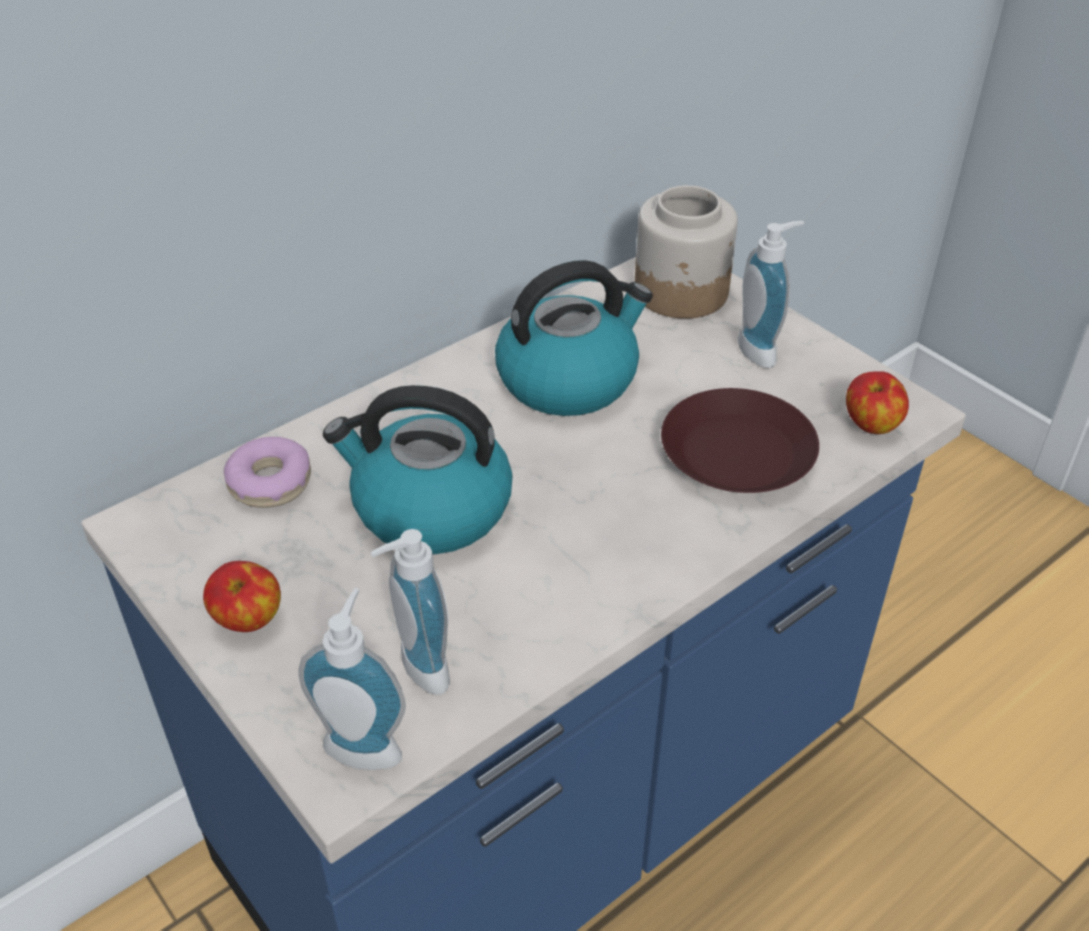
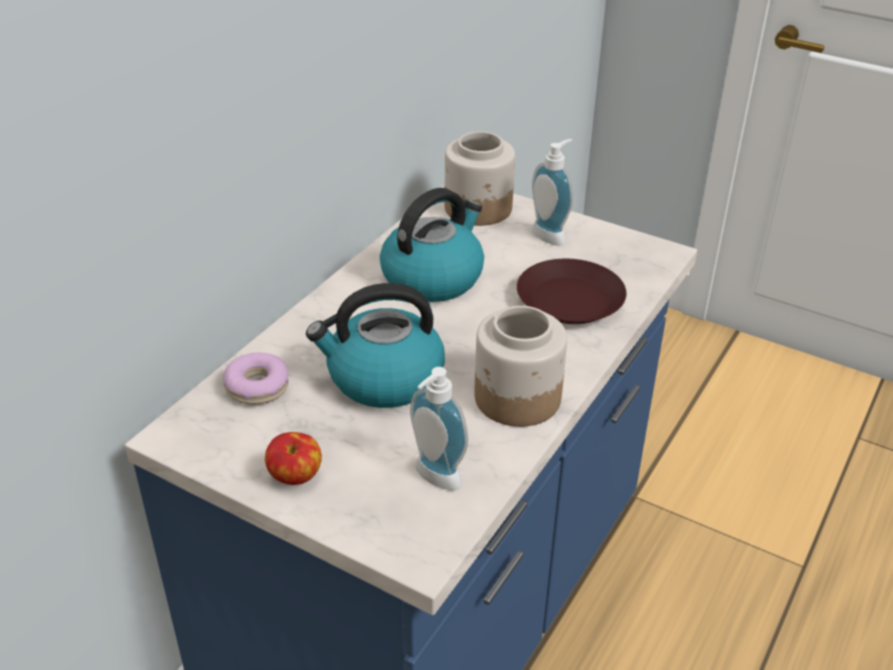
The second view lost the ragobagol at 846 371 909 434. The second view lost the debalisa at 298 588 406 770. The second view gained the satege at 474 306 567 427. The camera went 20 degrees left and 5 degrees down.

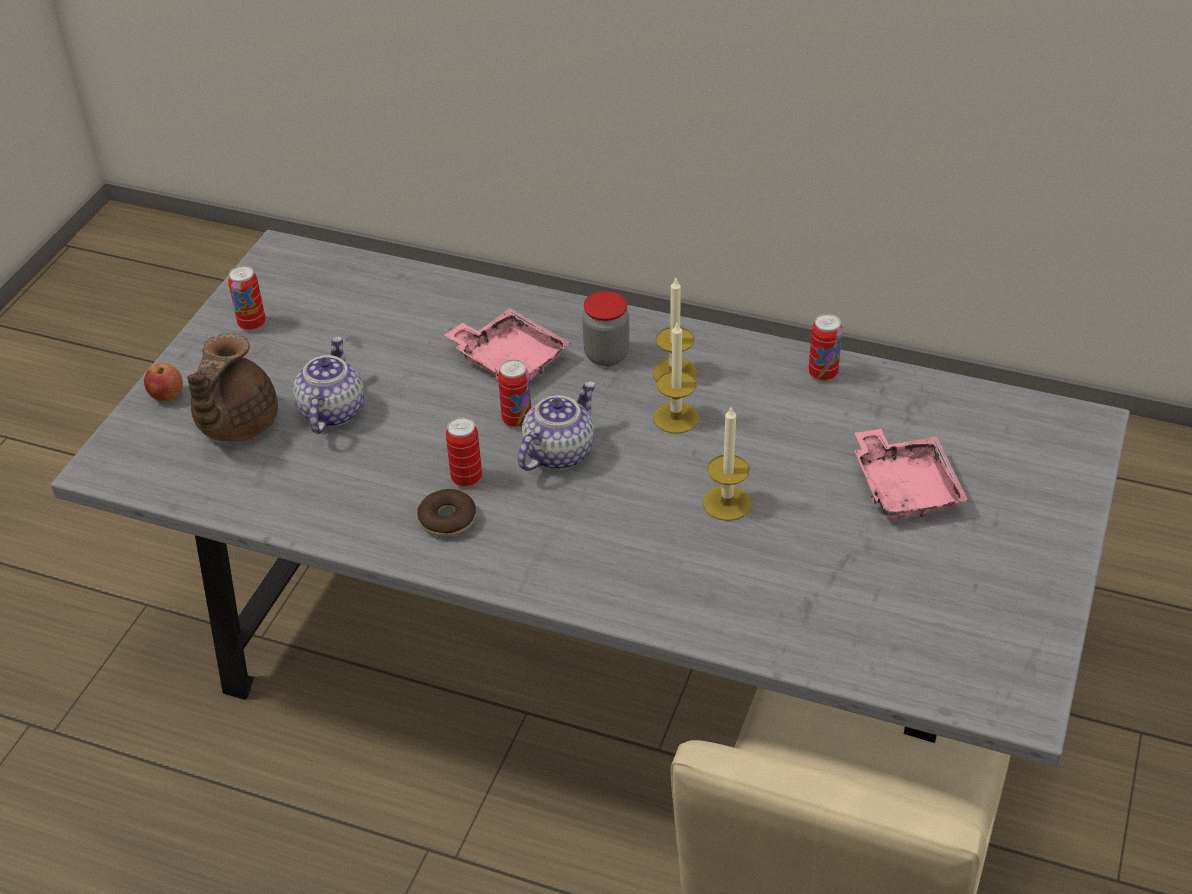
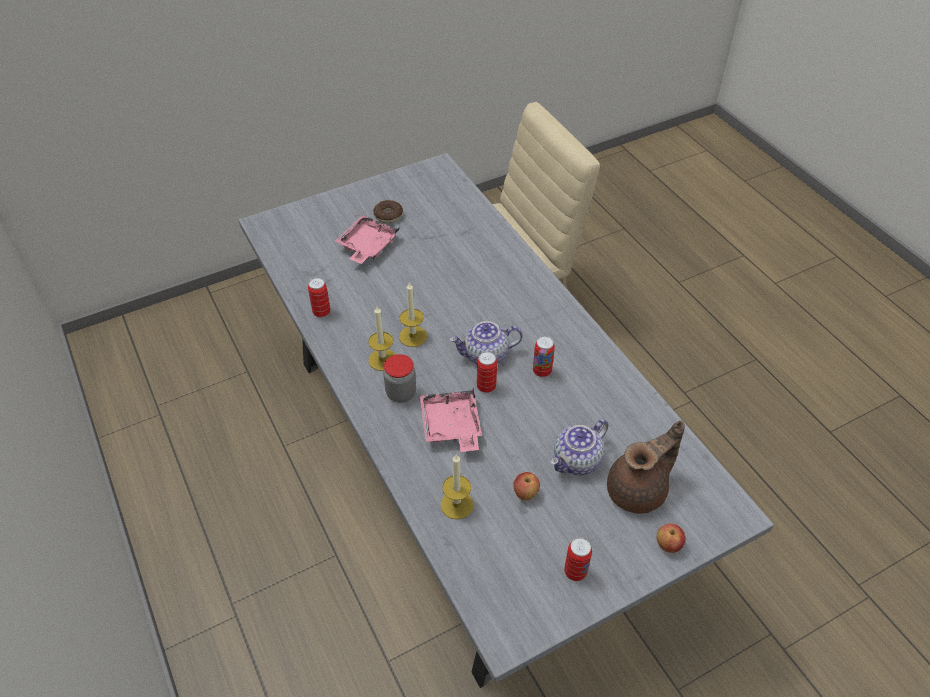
The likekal ended up elsewhere, having gone from 703 407 752 521 to 440 454 474 520. The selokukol ended up elsewhere, having gone from 417 489 476 537 to 373 200 403 223. The second view gained the ragobagol at 513 472 540 501. The camera went 140 degrees left and 5 degrees up.

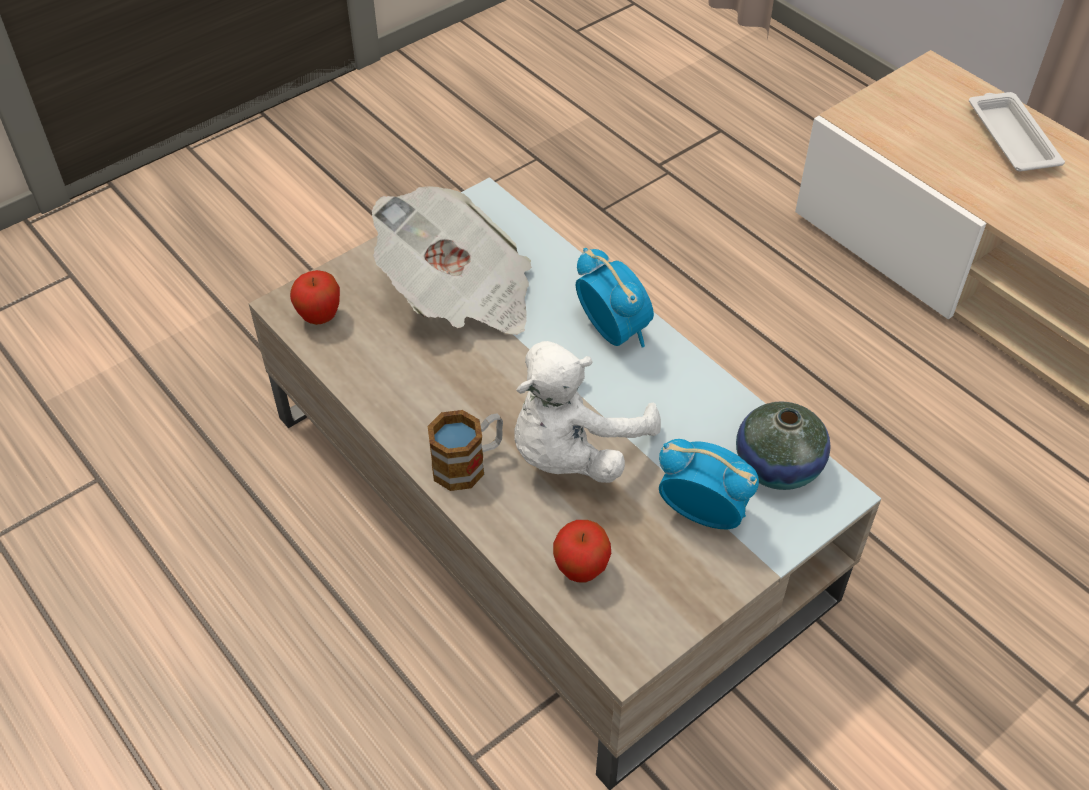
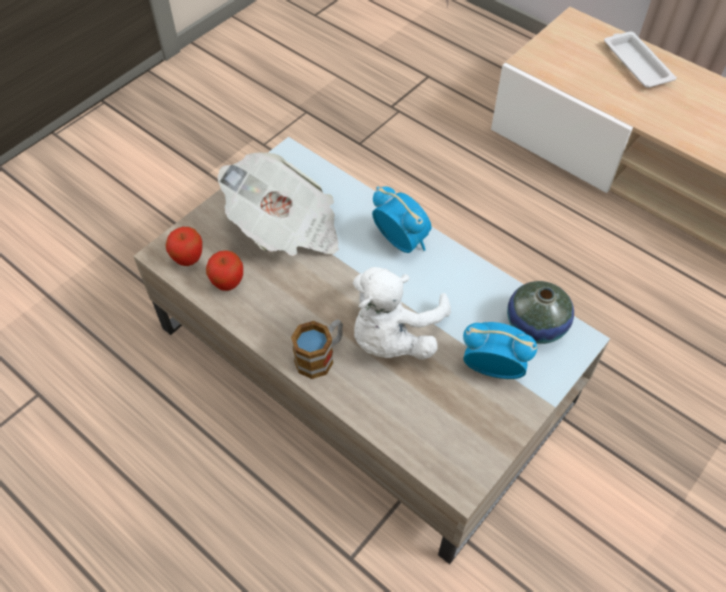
The ragobagol ended up elsewhere, having gone from 553 520 611 583 to 206 250 243 291. The camera went 10 degrees left and 5 degrees up.

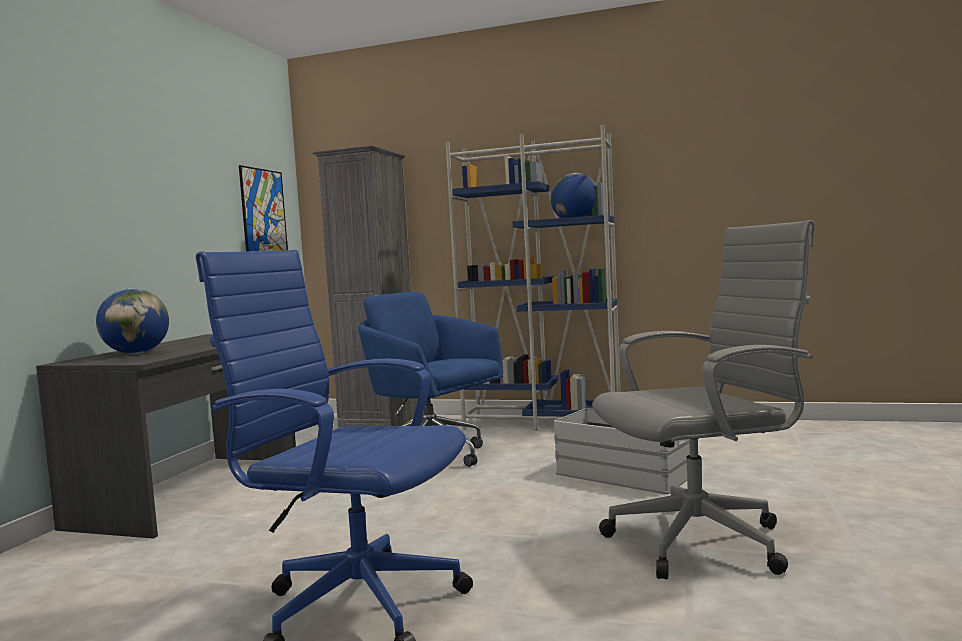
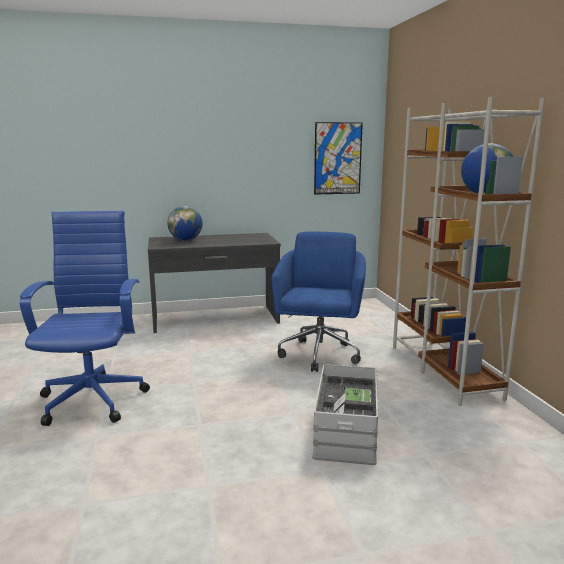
What was the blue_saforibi at 446 125 621 431 turned into the brown_saforibi at 393 96 545 406. The second view lost the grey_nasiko at 313 146 418 428. The second view lost the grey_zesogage at 592 220 815 580. The camera went 60 degrees right and 10 degrees up.

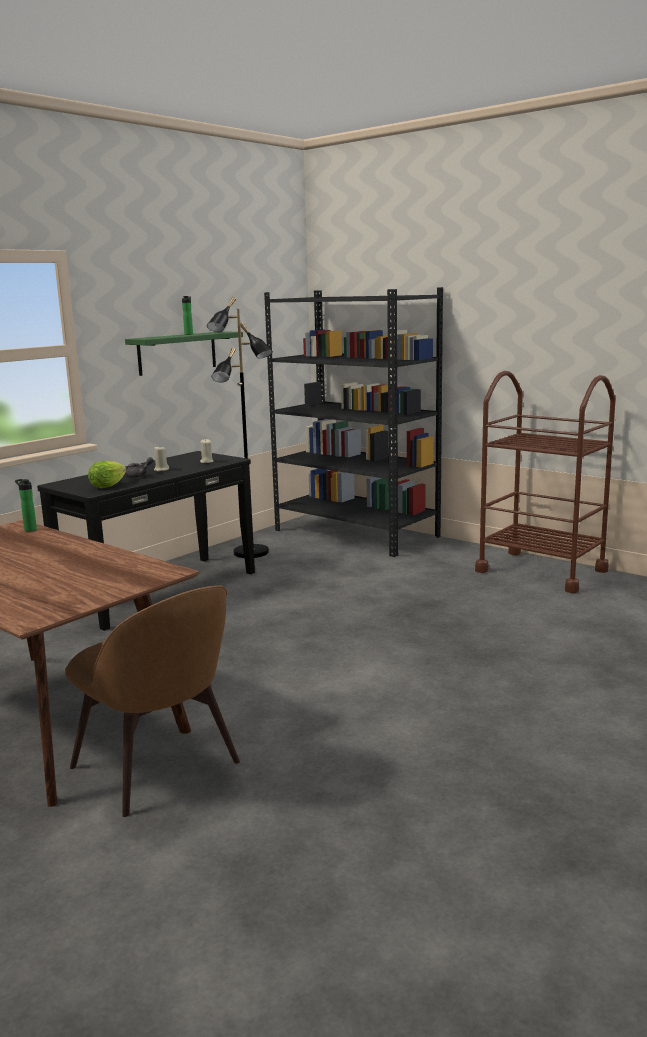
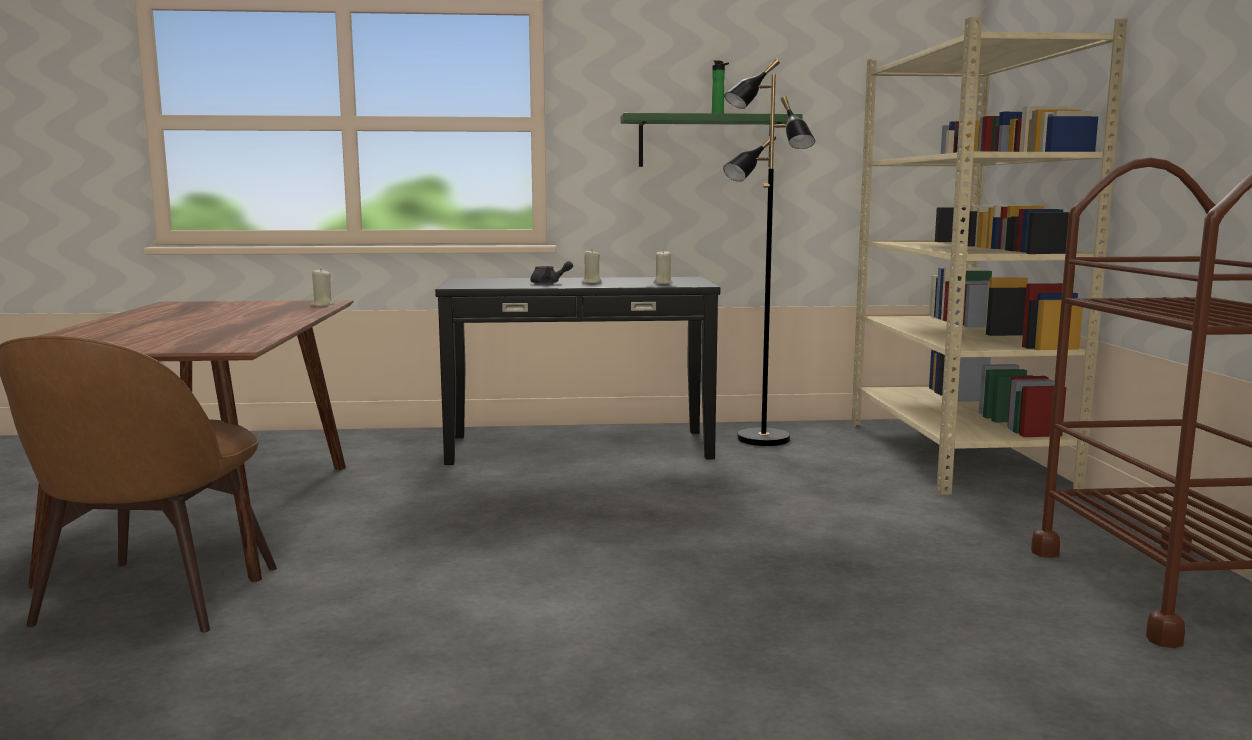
What was the black_saforibi at 264 287 443 557 turned into the beige_saforibi at 852 17 1128 495. The second view lost the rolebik at 88 461 127 488. Where the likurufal stood at 15 479 37 531, the beige_likekal came to stand at 310 268 335 306. The camera went 45 degrees right and 5 degrees down.

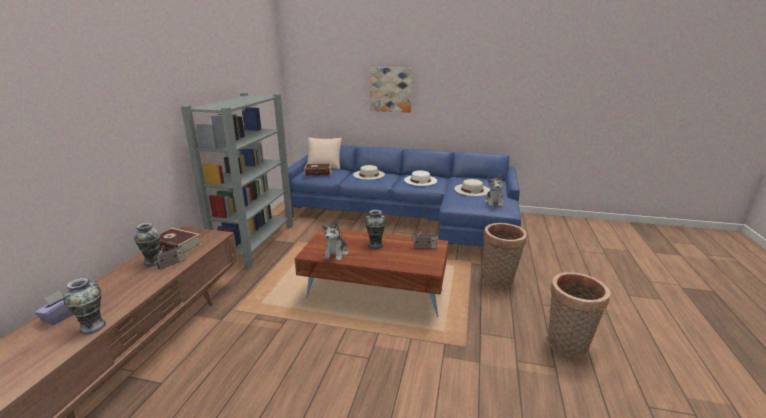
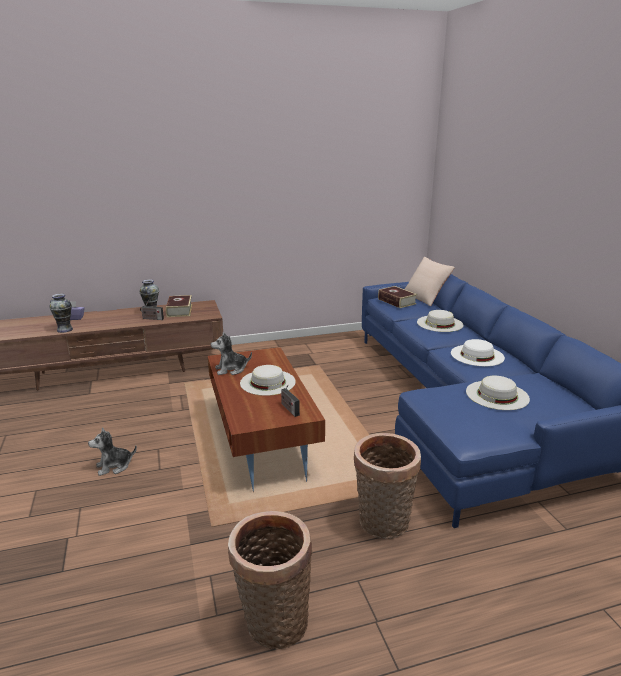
The second view lost the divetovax at 370 67 412 112. The second view lost the grey_saforibi at 181 92 293 268. The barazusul ended up elsewhere, having gone from 484 175 504 207 to 88 427 137 476. Where the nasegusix stood at 365 210 386 249, the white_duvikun came to stand at 240 365 296 396. The camera went 60 degrees right and 0 degrees up.

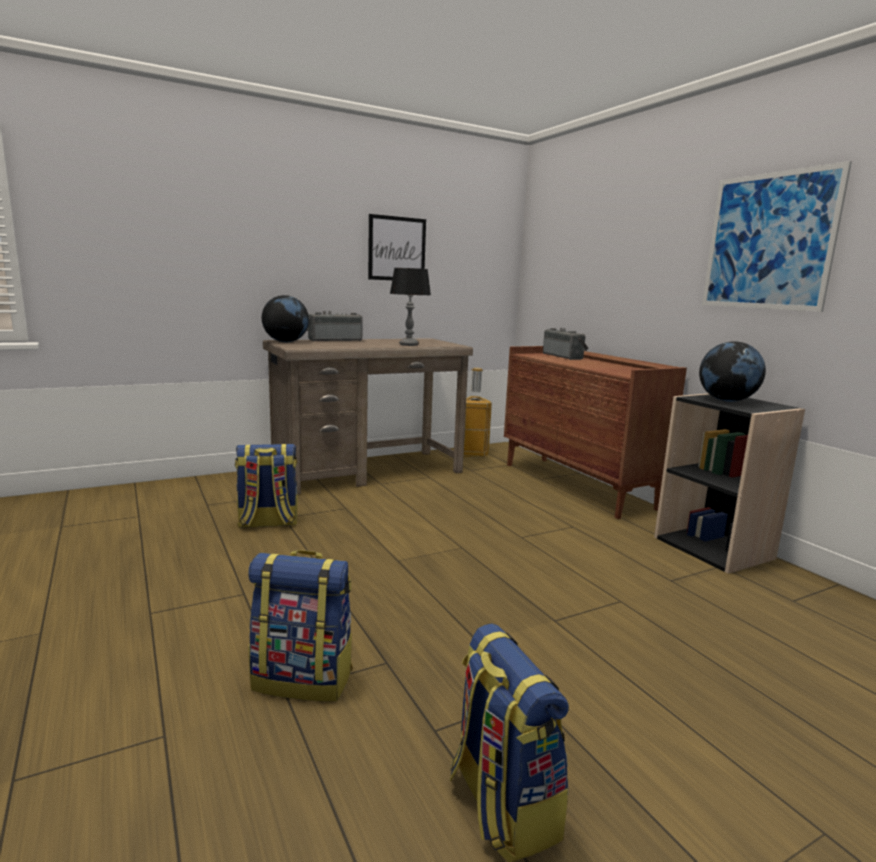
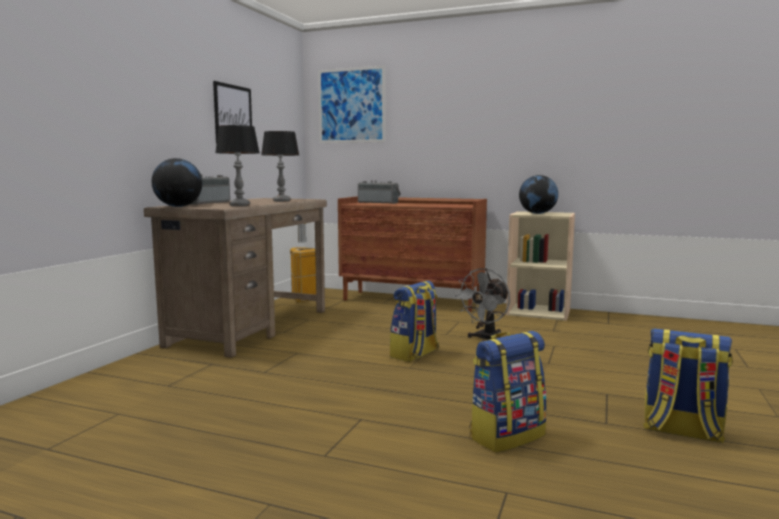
The divetovax ended up elsewhere, having gone from 702 161 852 312 to 318 65 385 143. What was the black_saforibi at 654 393 805 574 turned into the beige_saforibi at 506 211 575 321. The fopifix ended up elsewhere, having gone from 235 444 298 528 to 390 281 439 362. The second view gained the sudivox at 215 125 259 206. The second view gained the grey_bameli at 455 268 510 341. The camera went 40 degrees left and 5 degrees down.

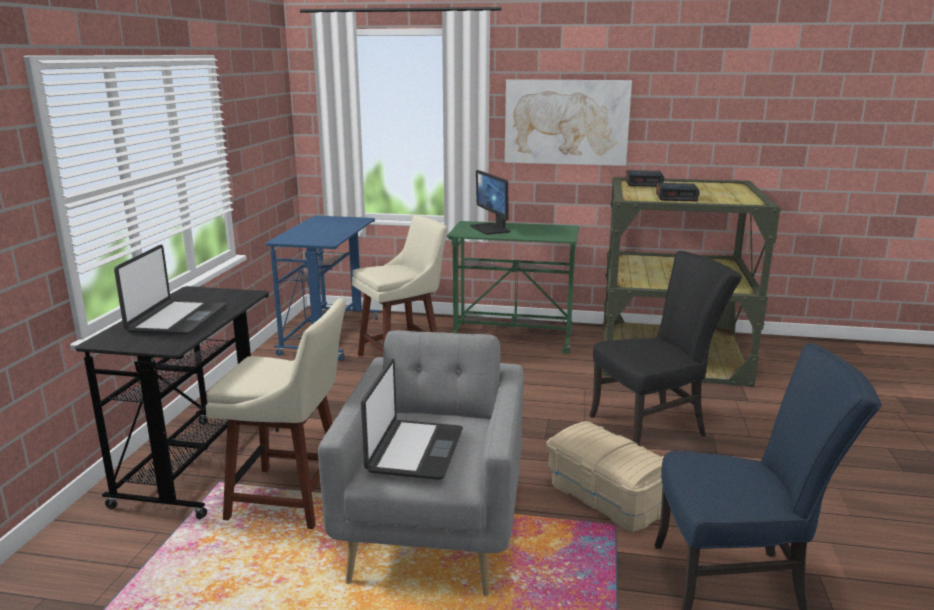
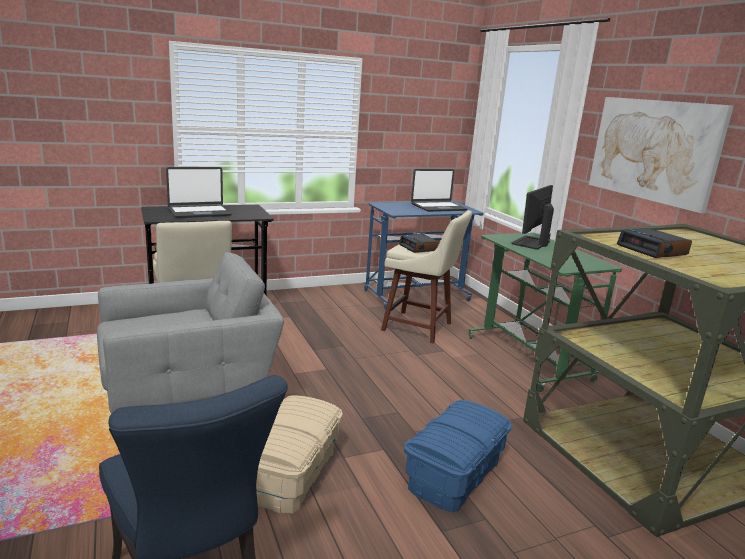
The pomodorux ended up elsewhere, having gone from 626 170 664 187 to 399 234 440 253. Where the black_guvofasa stood at 590 251 742 445, the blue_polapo came to stand at 404 400 512 512. The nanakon ended up elsewhere, having gone from 361 359 463 480 to 411 169 467 212. The camera went 55 degrees right and 0 degrees up.

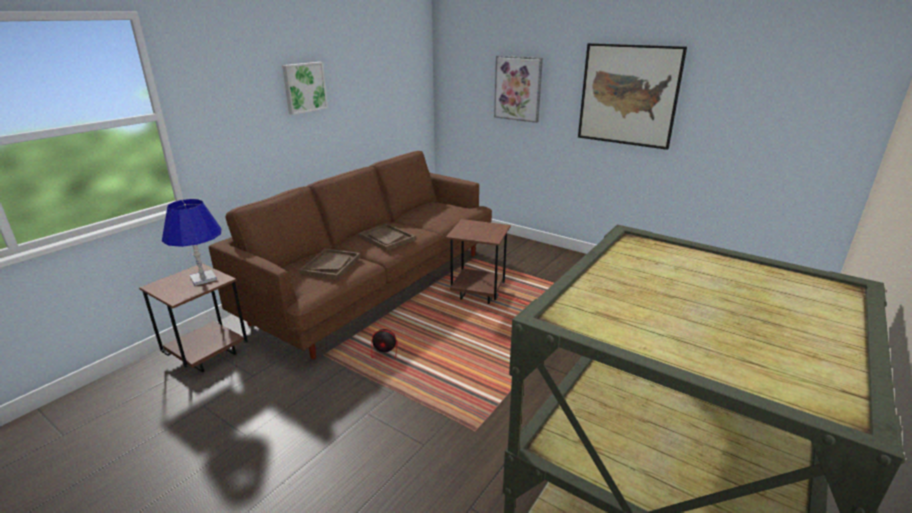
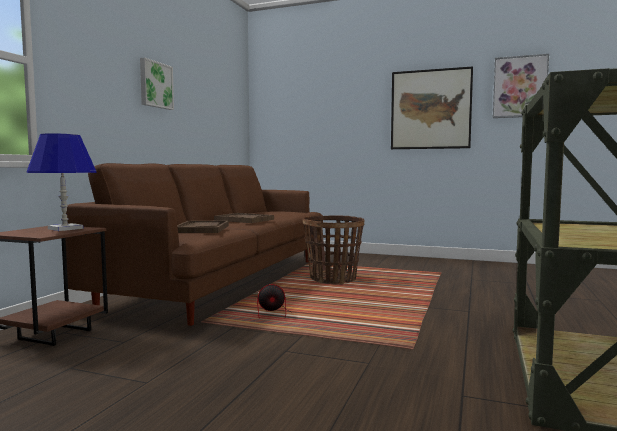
The divetovax ended up elsewhere, having gone from 494 56 543 123 to 493 54 549 118. Where the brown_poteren stood at 446 219 511 304, the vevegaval came to stand at 302 216 365 284. The camera went 15 degrees left and 20 degrees down.

